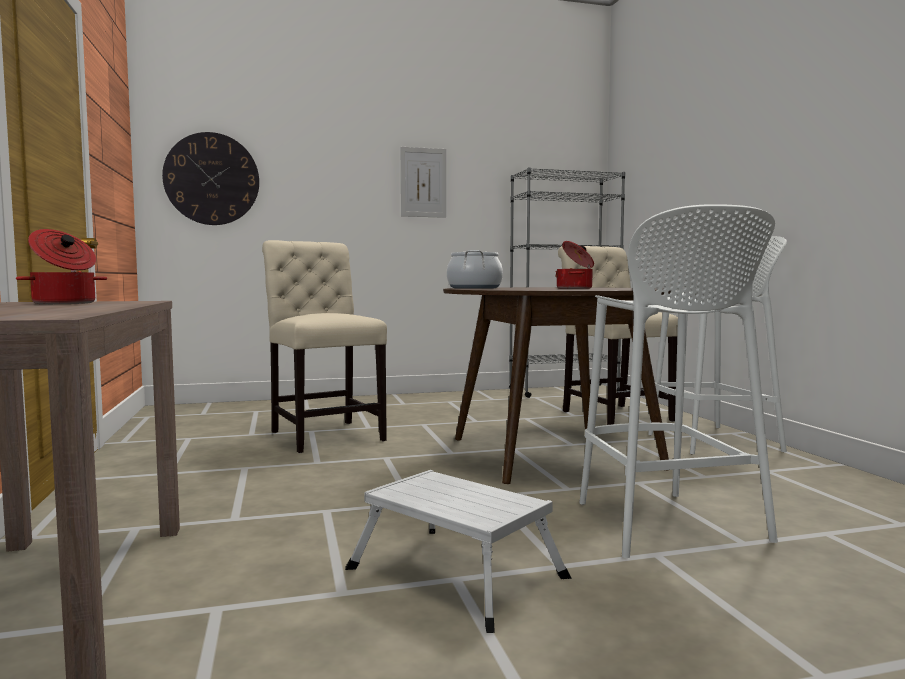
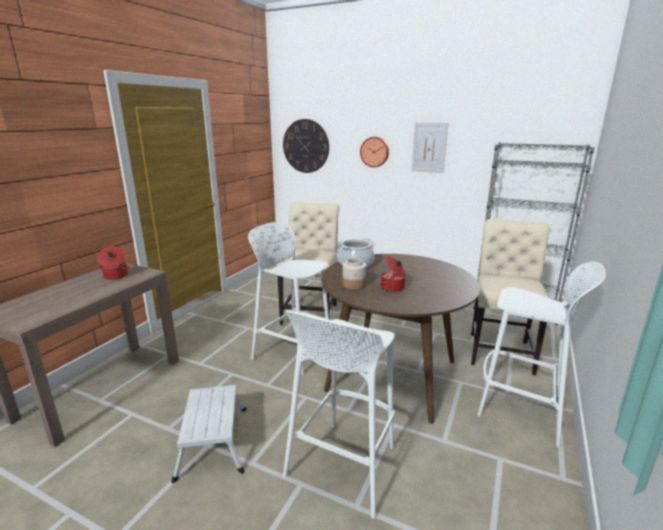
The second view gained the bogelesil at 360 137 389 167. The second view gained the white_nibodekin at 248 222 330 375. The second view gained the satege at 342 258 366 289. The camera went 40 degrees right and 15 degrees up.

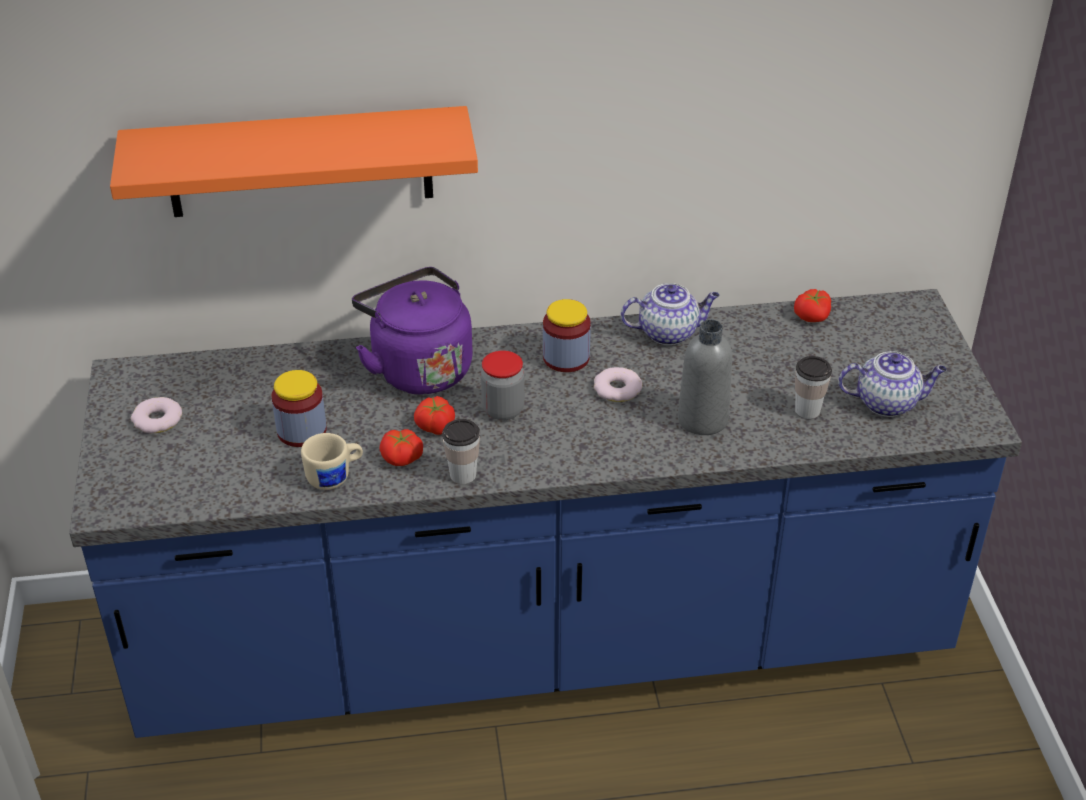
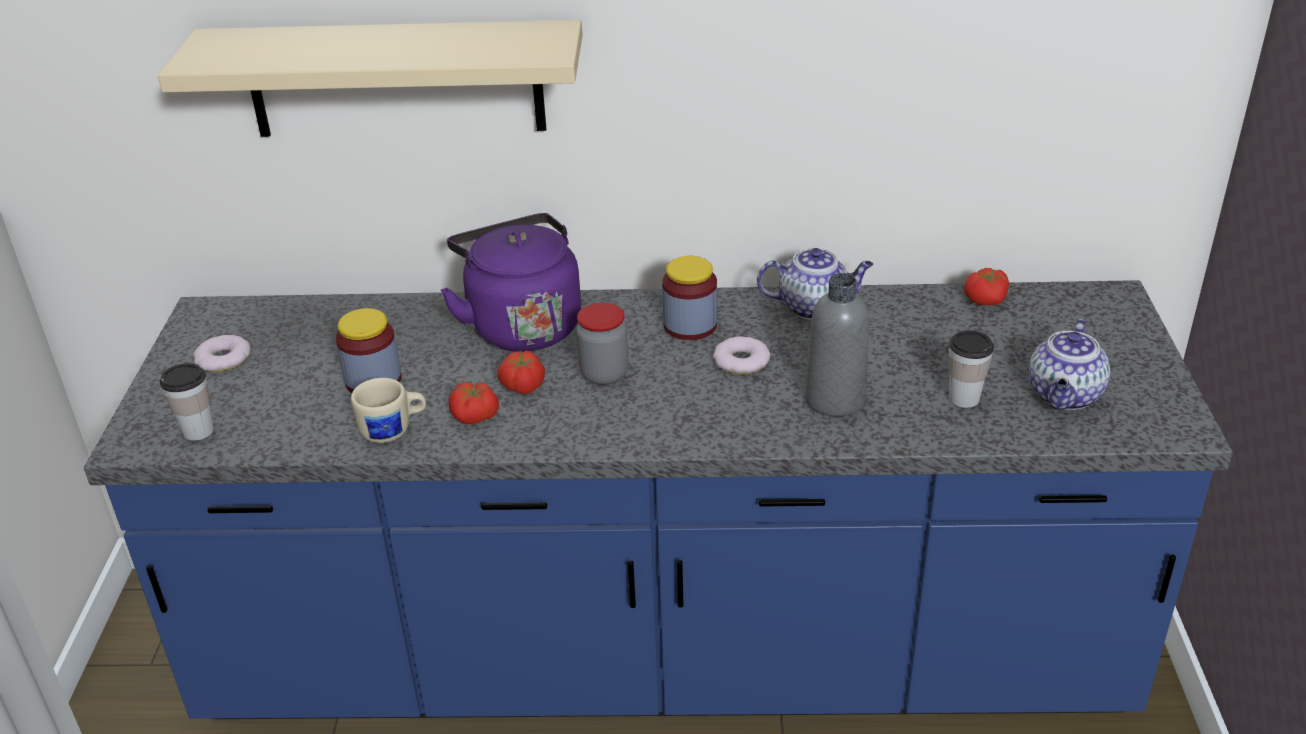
What was the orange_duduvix at 110 106 478 217 turned into the beige_duduvix at 158 20 583 137. The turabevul at 838 351 947 417 ended up facing another way, 105 degrees clockwise from before. The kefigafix ended up elsewhere, having gone from 442 419 480 484 to 160 363 214 440. The camera went 10 degrees right and 5 degrees down.

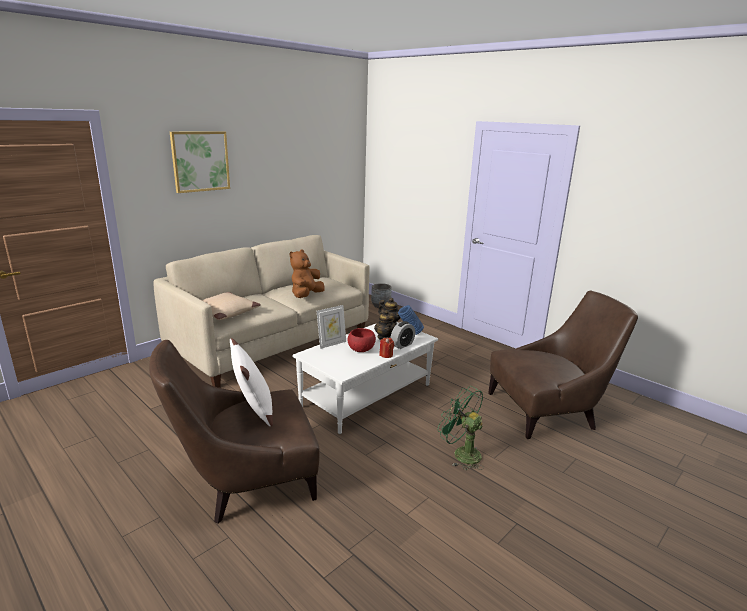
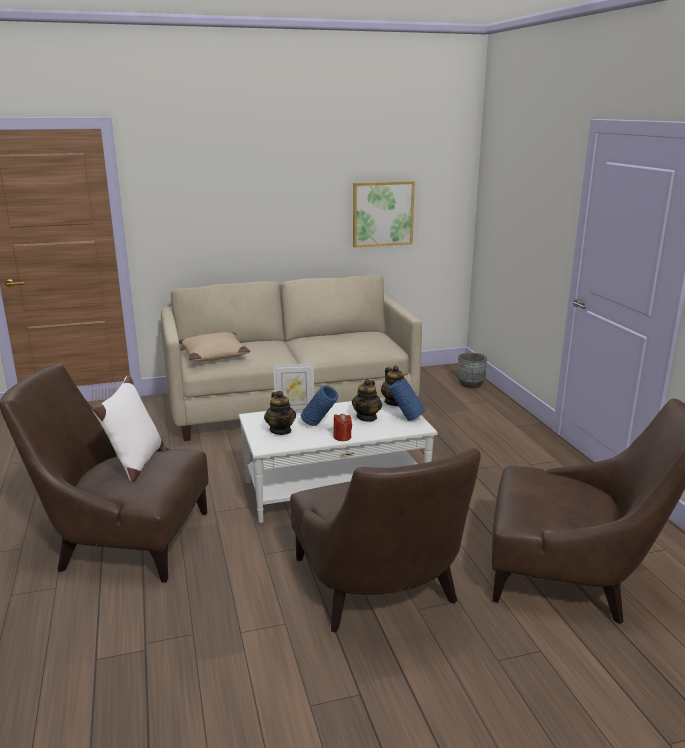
The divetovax ended up elsewhere, having gone from 170 131 230 193 to 353 181 415 248. The second view lost the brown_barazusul at 290 249 325 298. The second view lost the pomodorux at 391 321 415 349. Where the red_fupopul stood at 348 328 376 352, the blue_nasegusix came to stand at 301 385 338 426. Where the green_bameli stood at 438 386 484 470, the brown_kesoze came to stand at 290 448 481 633. The second view gained the turabevul at 264 391 296 435. The camera went 30 degrees right and 0 degrees up.

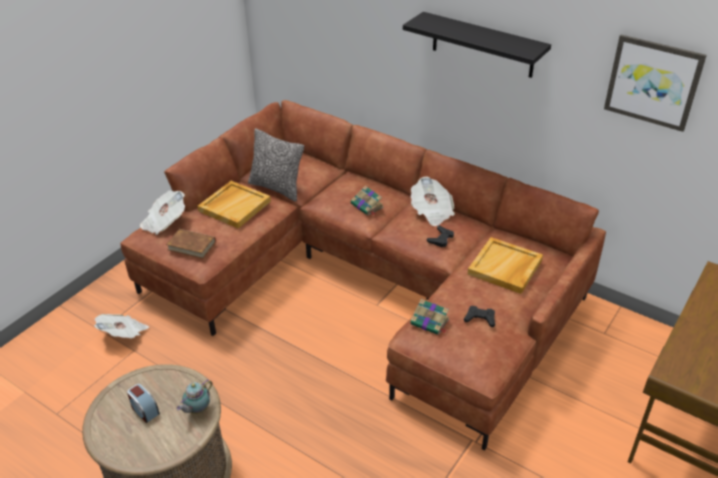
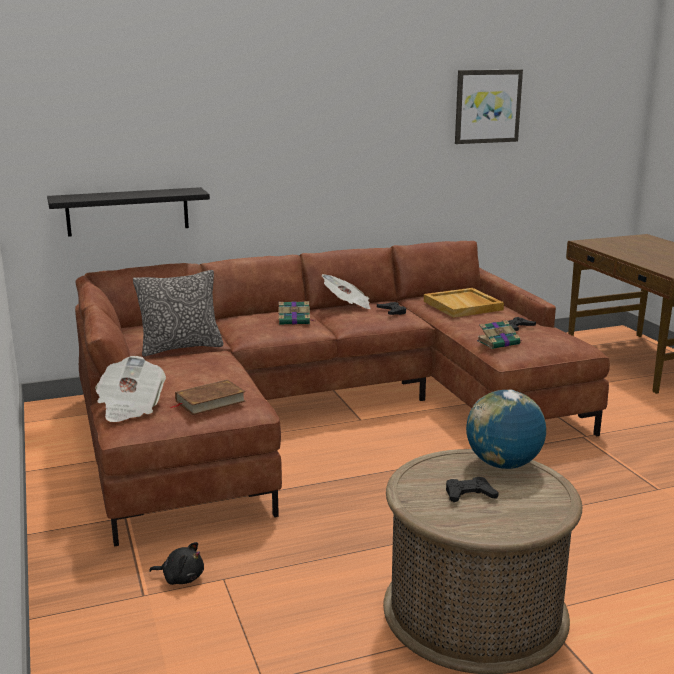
The black_duduvix ended up elsewhere, having gone from 403 12 551 78 to 47 187 210 237. The second view lost the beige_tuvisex at 198 181 271 228. Where the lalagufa stood at 94 314 149 338, the black_barazusul came to stand at 149 542 204 585. Where the turabevul stood at 176 379 212 414, the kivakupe came to stand at 466 389 546 469. Where the pomodorux stood at 127 384 160 423, the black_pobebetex came to stand at 446 477 499 502. The camera went 55 degrees left and 20 degrees down.

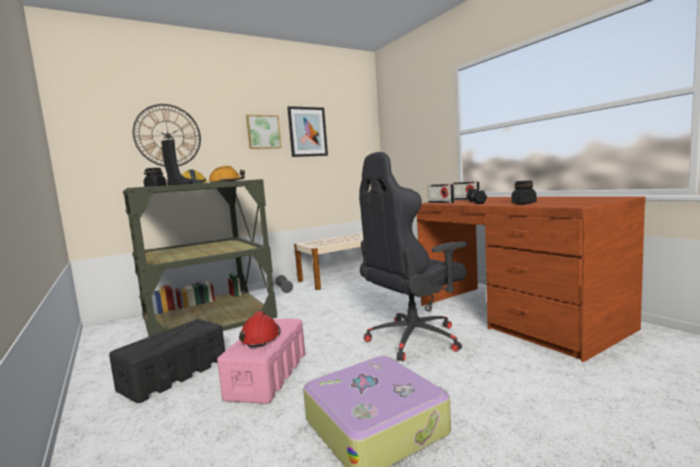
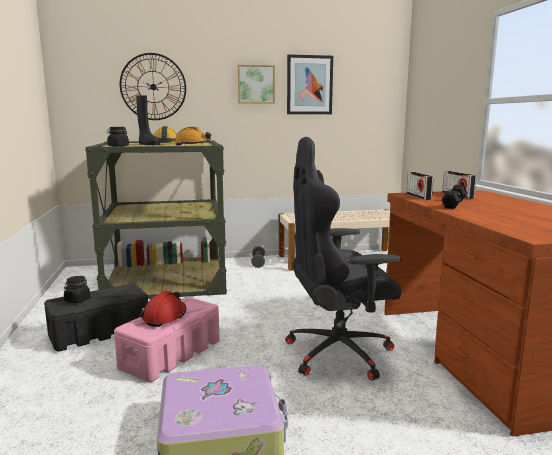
The black_satege ended up elsewhere, having gone from 512 180 537 204 to 64 276 91 303. The camera went 20 degrees right and 5 degrees up.

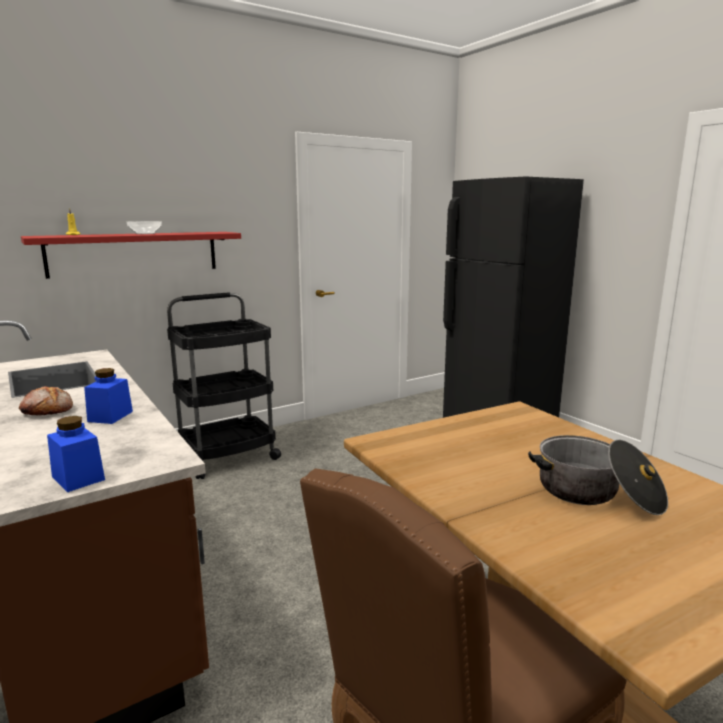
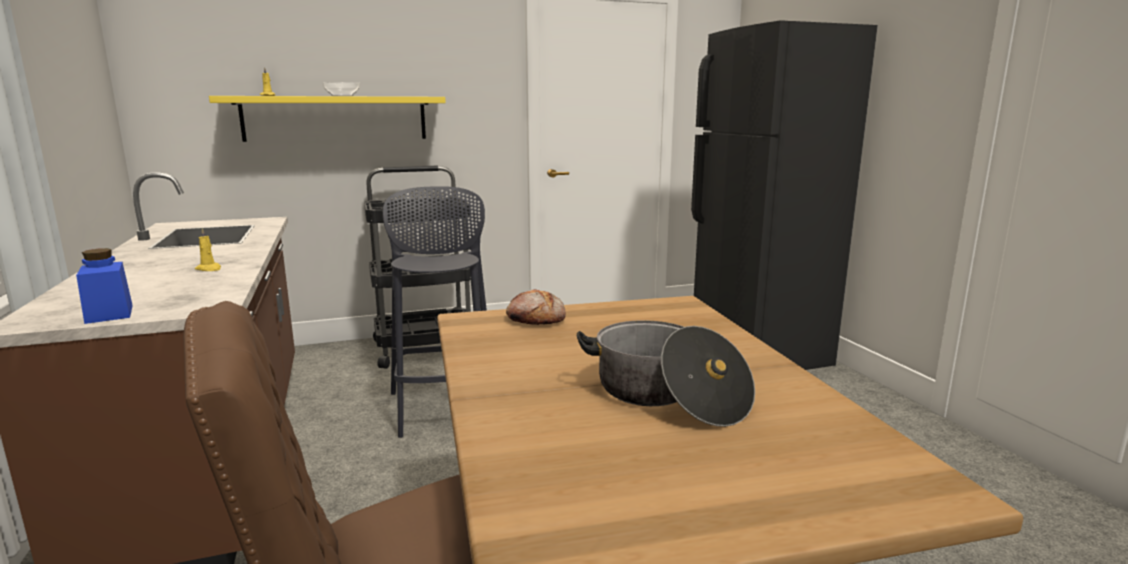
What was the red_duduvix at 21 232 241 279 turned into the yellow_duduvix at 209 96 446 142. Where the blue_satege stood at 84 368 133 424, the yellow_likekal came to stand at 195 228 221 271. The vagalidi ended up elsewhere, having gone from 19 386 73 416 to 506 289 566 325. The second view gained the grey_nibodekin at 383 186 487 438. The camera went 15 degrees right and 0 degrees up.

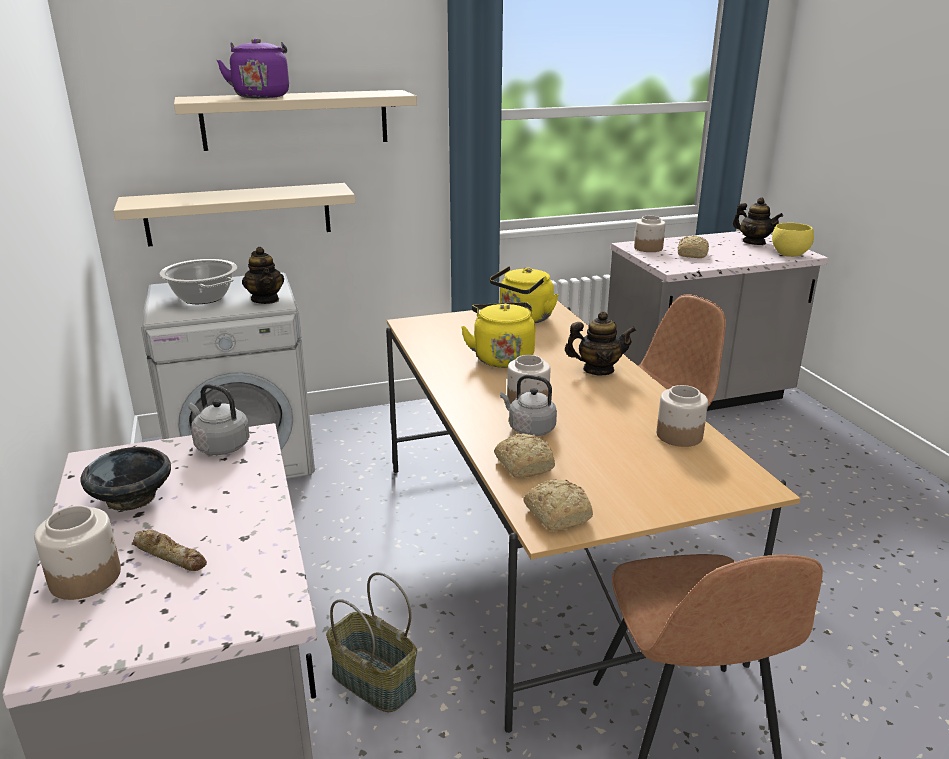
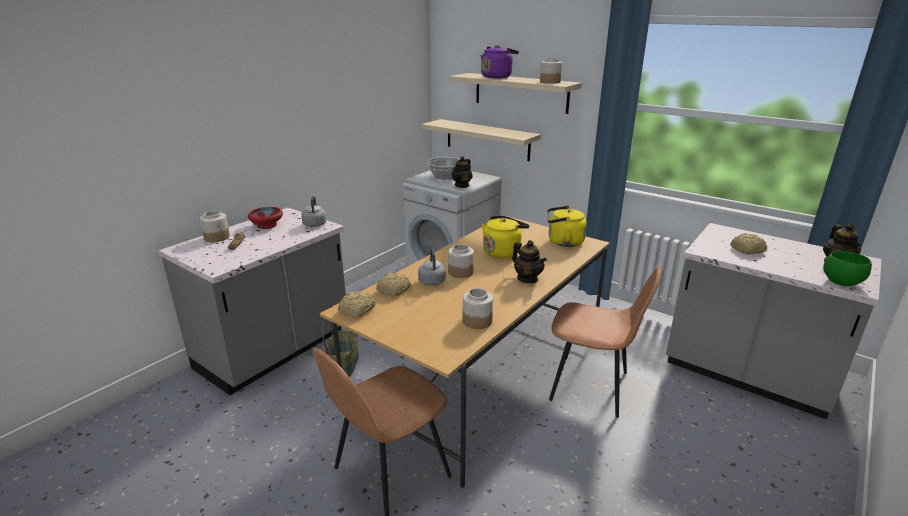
The satege ended up elsewhere, having gone from 634 216 666 252 to 540 58 562 84. What was the yellow_fupopul at 772 223 814 257 turned into the green_fupopul at 823 251 872 286. What was the black_fupopul at 80 447 171 511 turned into the red_fupopul at 248 207 283 229. The camera went 55 degrees right and 0 degrees up.

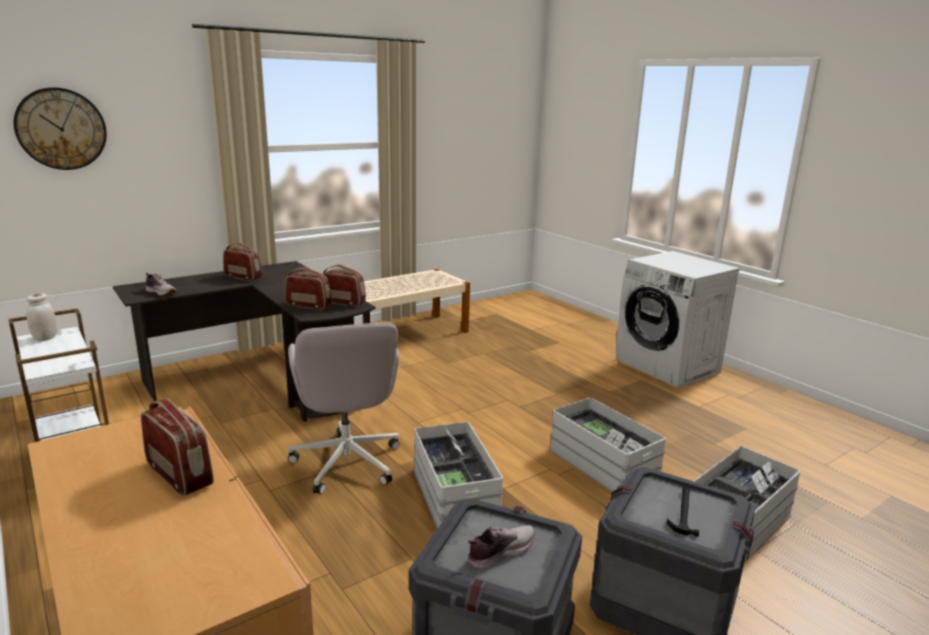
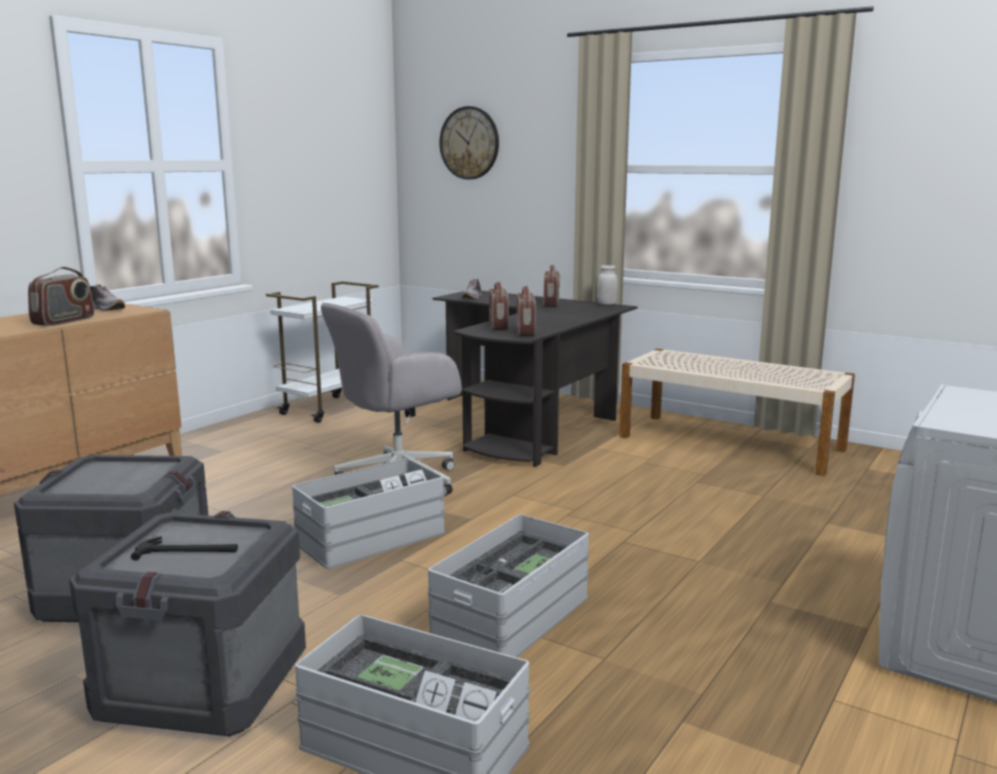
The white_satege ended up elsewhere, having gone from 26 293 57 342 to 597 265 618 305. The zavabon ended up elsewhere, having gone from 468 525 535 569 to 90 284 125 311. The camera went 70 degrees right and 5 degrees down.

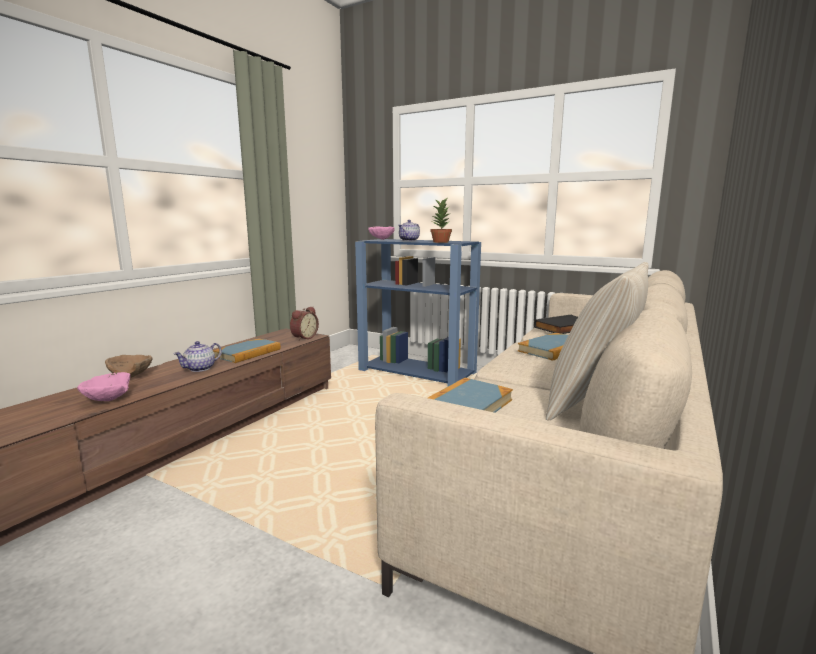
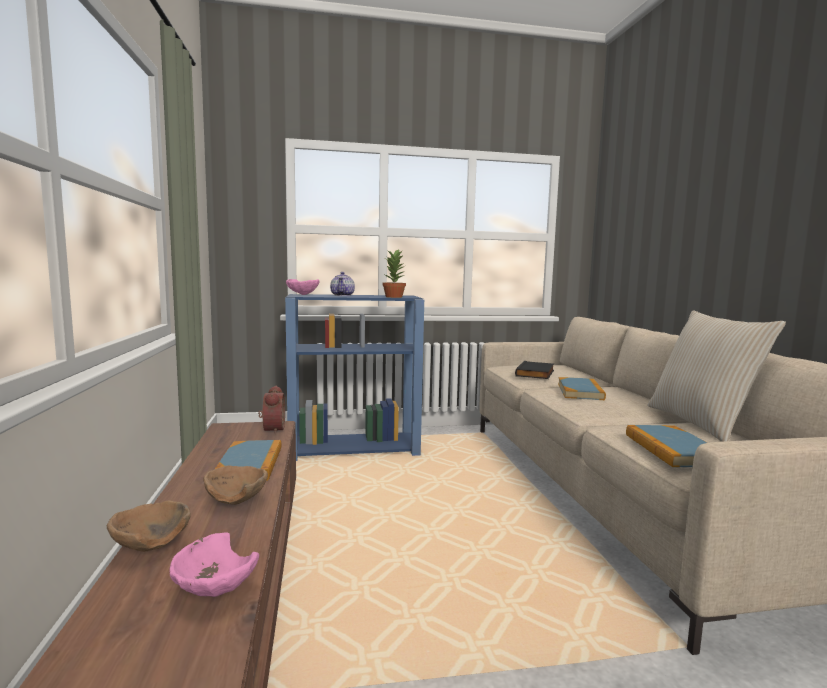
Where the turabevul stood at 173 341 222 372, the brown_fupopul came to stand at 203 465 268 505. The camera went 40 degrees left and 5 degrees down.

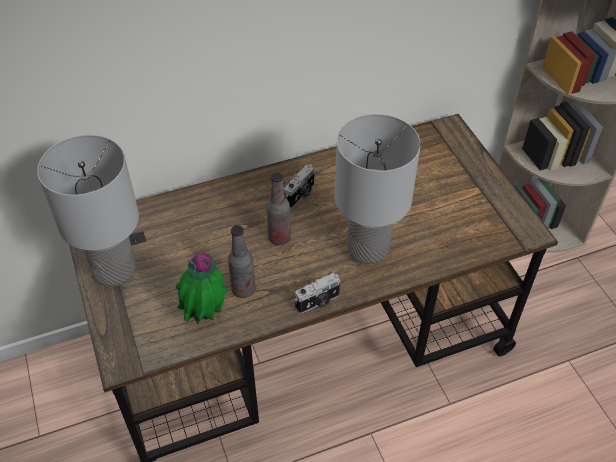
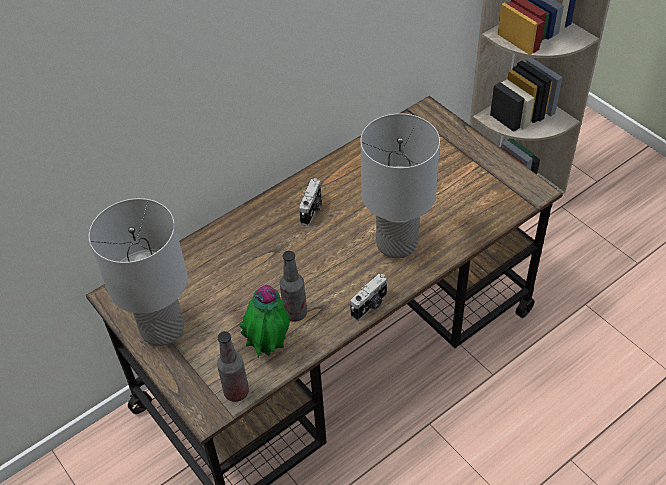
The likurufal ended up elsewhere, having gone from 266 173 291 245 to 217 331 249 402. The camera went 15 degrees left and 0 degrees up.

